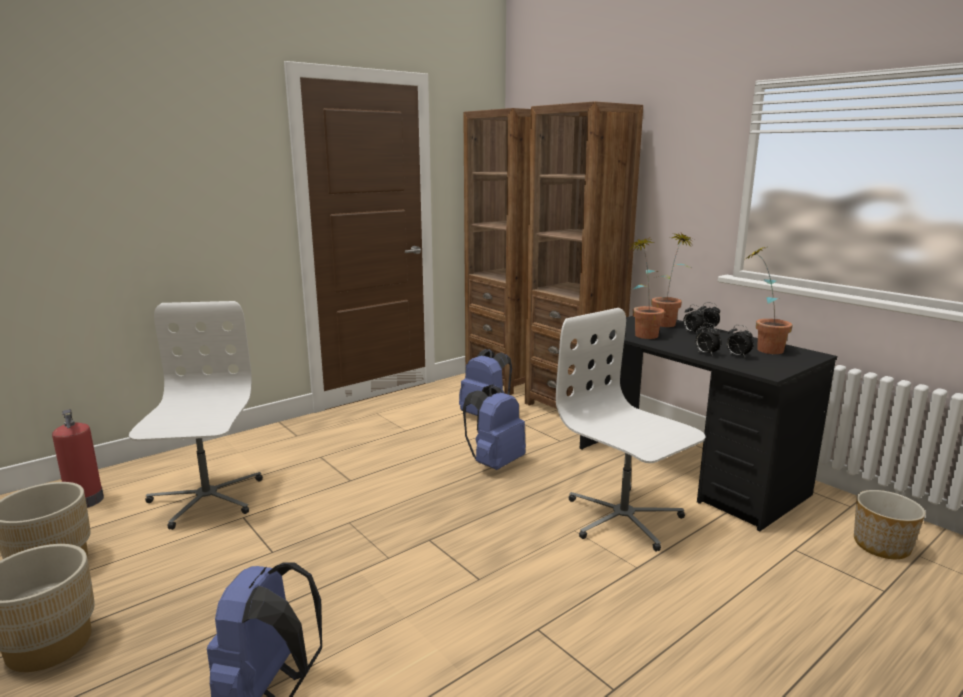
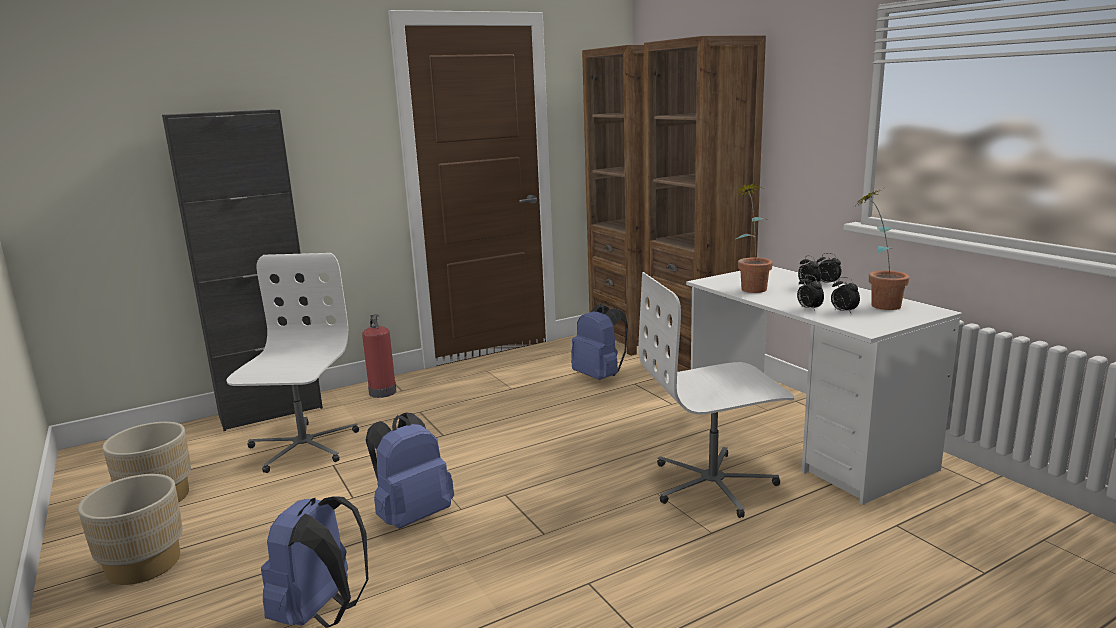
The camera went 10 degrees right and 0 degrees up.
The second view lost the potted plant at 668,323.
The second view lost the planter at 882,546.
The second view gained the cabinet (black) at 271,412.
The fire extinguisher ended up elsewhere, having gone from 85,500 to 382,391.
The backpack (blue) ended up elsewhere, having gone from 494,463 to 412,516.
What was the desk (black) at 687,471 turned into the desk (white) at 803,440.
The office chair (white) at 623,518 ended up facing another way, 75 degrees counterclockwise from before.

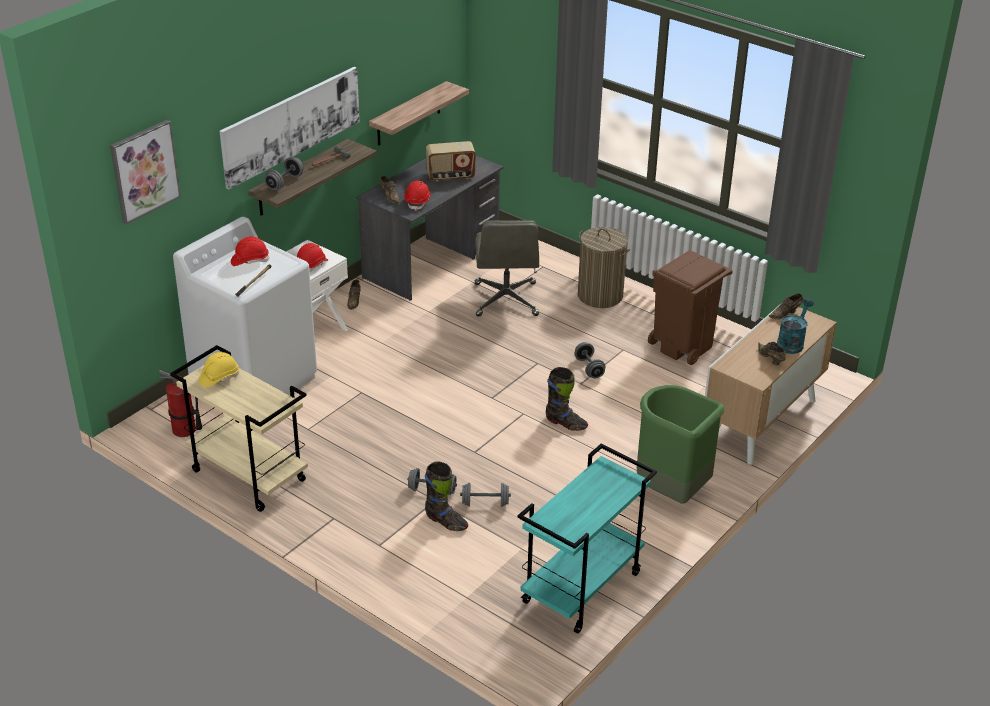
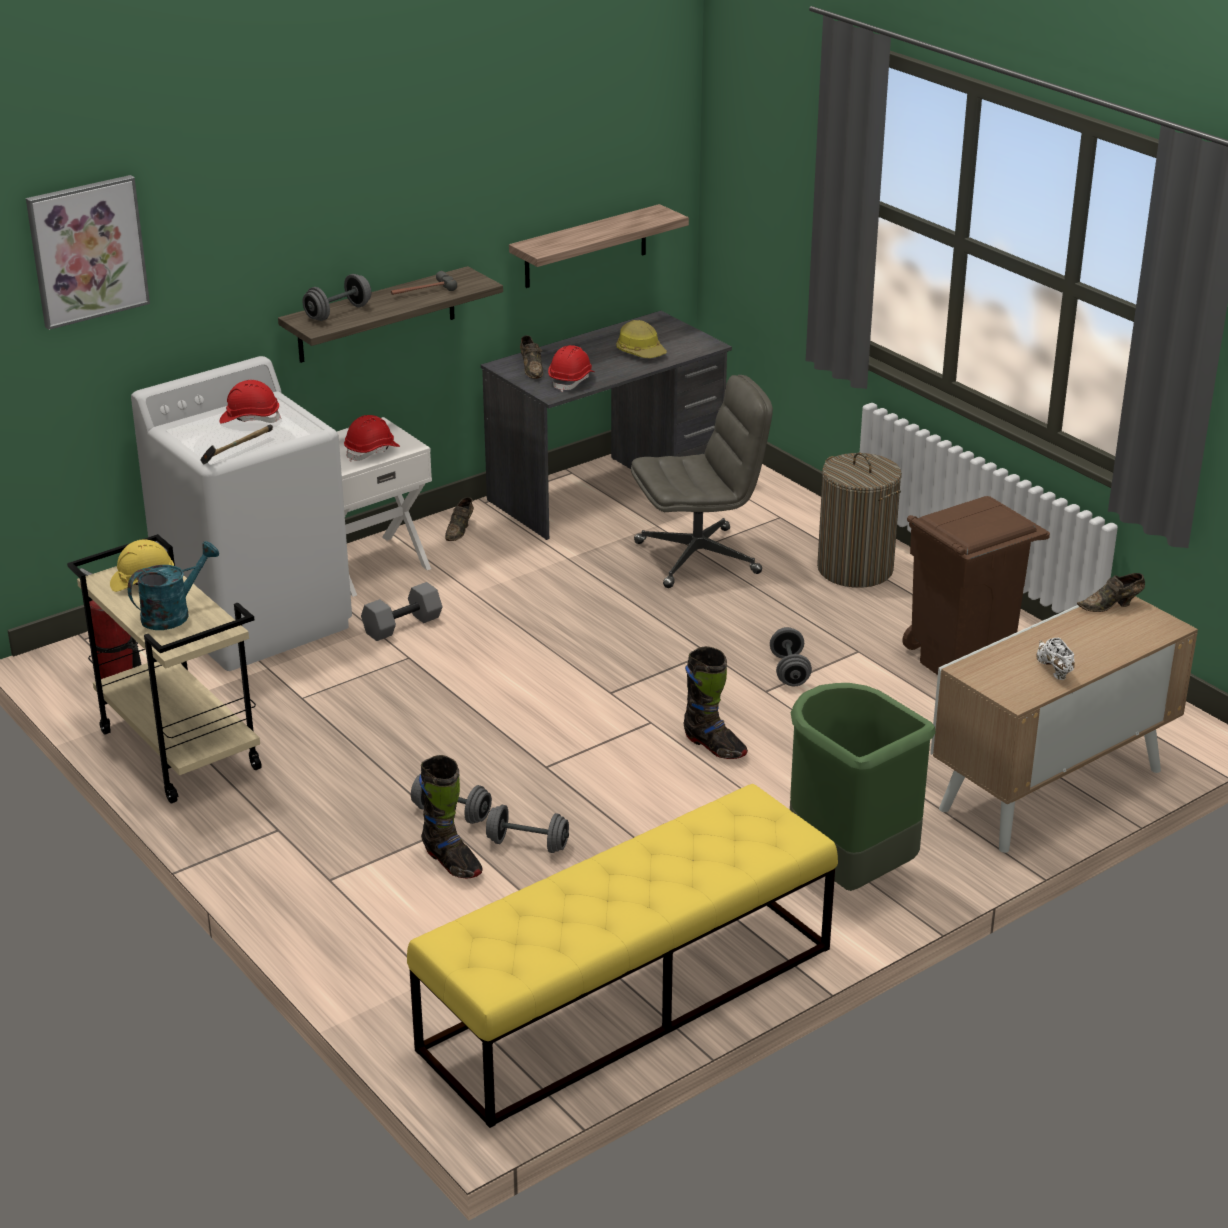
The camera went 15 degrees right and 5 degrees down.
The second view lost the picture at 291,125.
The second view gained the dumbbell (grey) at 402,625.
The watering can (turquoise) ended up elsewhere, having gone from 792,342 to 173,614.
Where the radio stood at 450,176, the hard hat came to stand at 641,351.
Where the cart (turquoise) stood at 582,589, the bench (yellow) came to stand at 627,999.
What was the shoe (brown) at 770,359 turned into the shoe (white) at 1053,669.
The office chair (grey) at 506,300 ended up facing another way, 120 degrees counterclockwise from before.

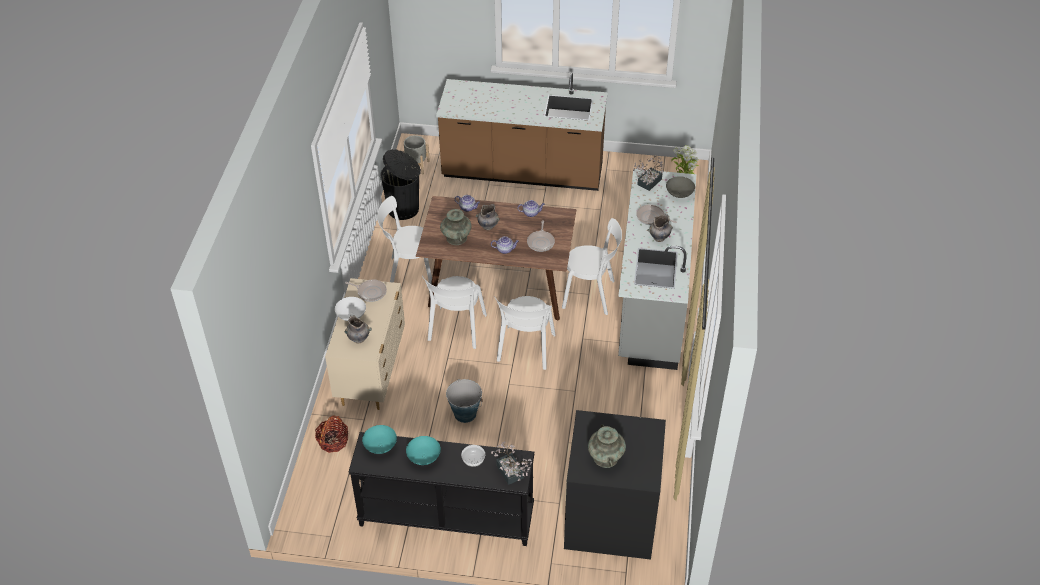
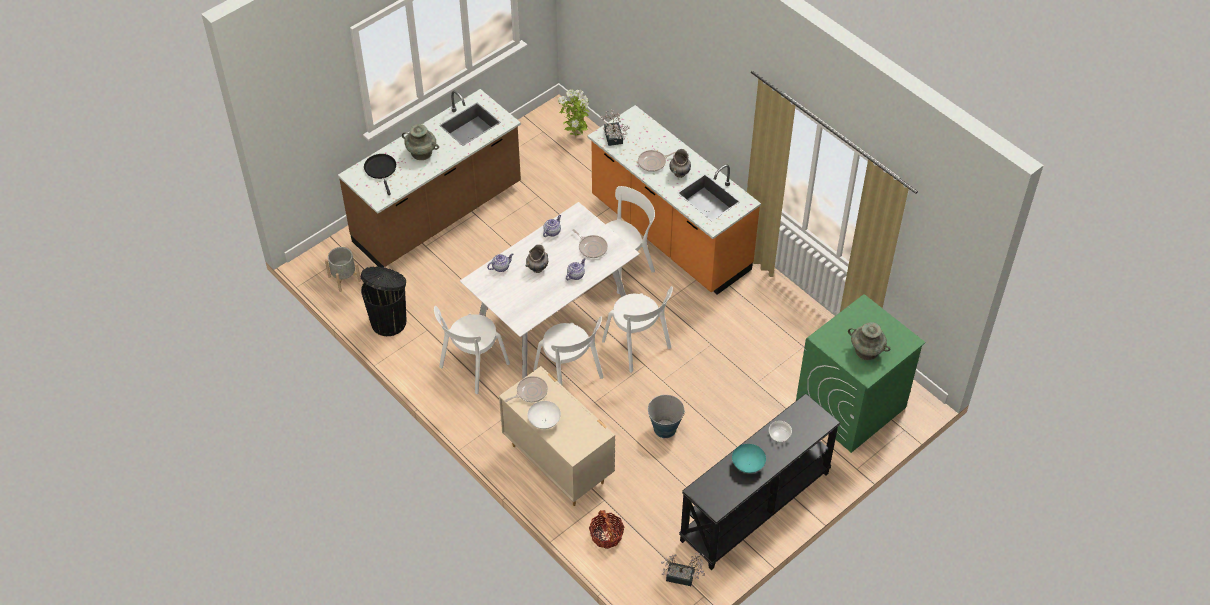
The camera went 50 degrees left and 5 degrees up.
The second view lost the vase (grey) at 359,339.
The second view lost the bowl (turquoise) at 381,446.
The second view lost the bowl (grey) at 679,194.
The second view gained the frying pan (black) at 381,170.
The vase (turquoise) ended up elsewhere, having gone from 456,238 to 421,152.
The potted plant ended up elsewhere, having gone from 511,474 to 683,577.
What was the dining table (brown) at 499,286 turned into the dining table (white) at 552,317.
What was the washing machine (black) at 610,519 turned into the washing machine (green) at 850,407.
What was the counter (grey) at 651,301 turned into the counter (orange) at 669,235.

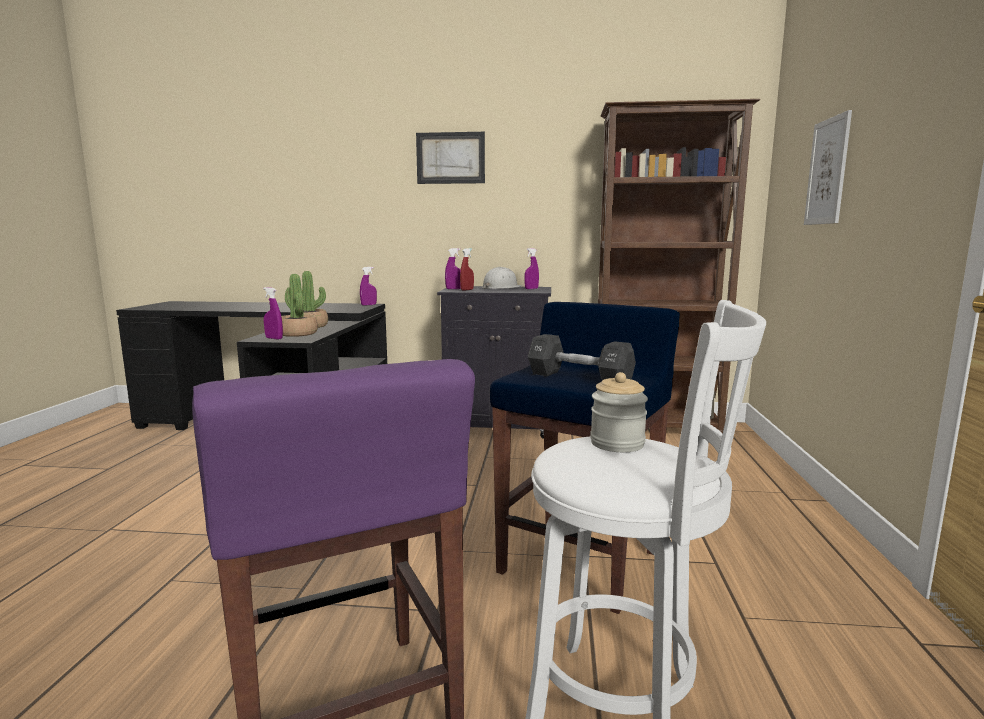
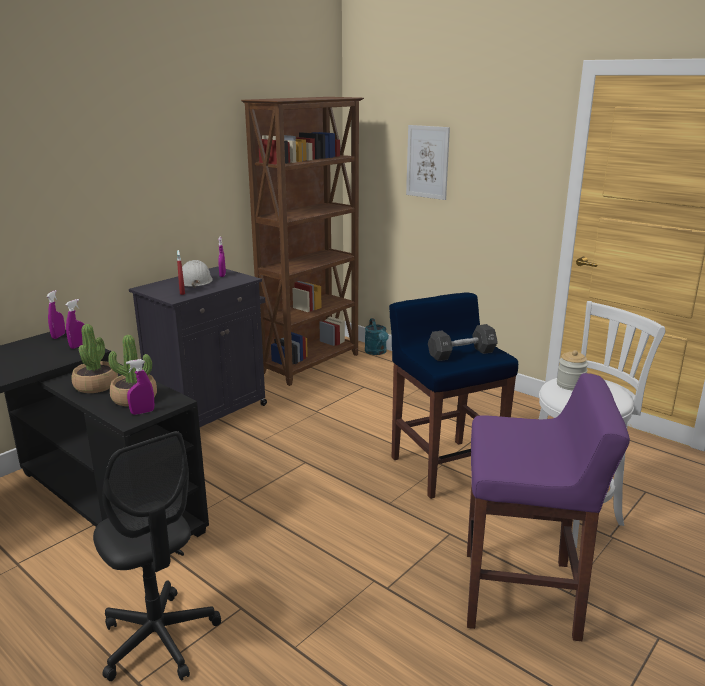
The camera went 55 degrees left and 10 degrees up.
The second view lost the picture at 450,158.
The second view gained the office chair (black) at 159,639.
The second view gained the watering can (turquoise) at 377,352.
The spray bottle (purple) ended up elsewhere, having gone from 454,289 to 79,346.

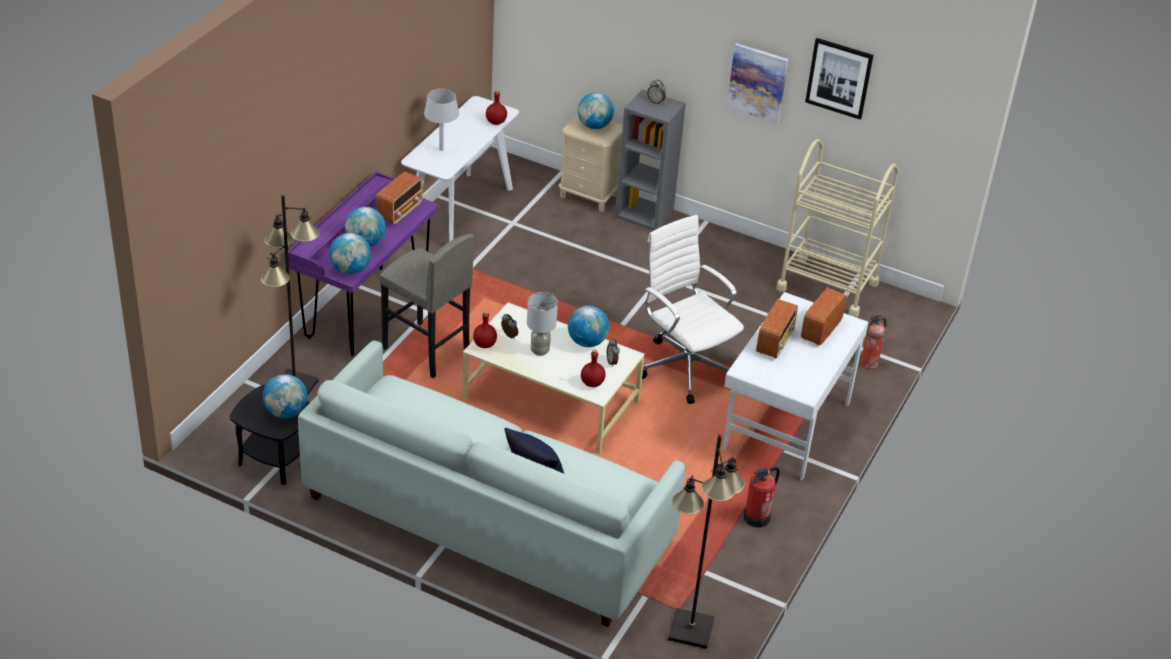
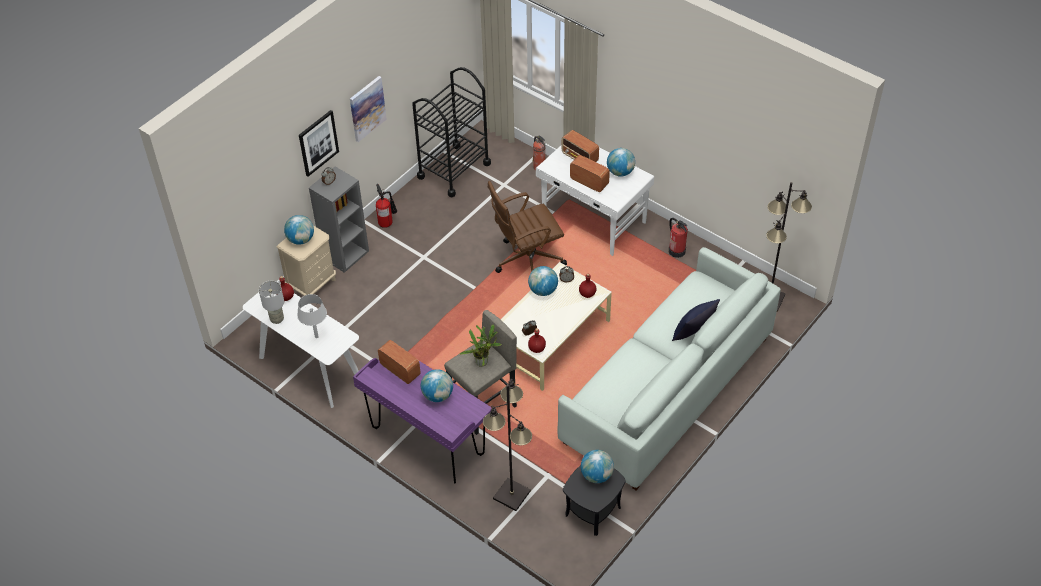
The camera went 75 degrees left and 10 degrees up.
The second view gained the fire extinguisher at 387,222.
The second view gained the potted plant at 483,361.
The globe ended up elsewhere, having gone from 350,270 to 620,172.
The table lamp (grey) ended up elsewhere, having gone from 540,351 to 277,319.
The picture ended up elsewhere, having gone from 839,78 to 318,142.
What was the office chair (white) at 685,367 turned into the office chair (brown) at 527,261.
What was the cart (beige) at 827,286 turned into the cart (black) at 454,170.

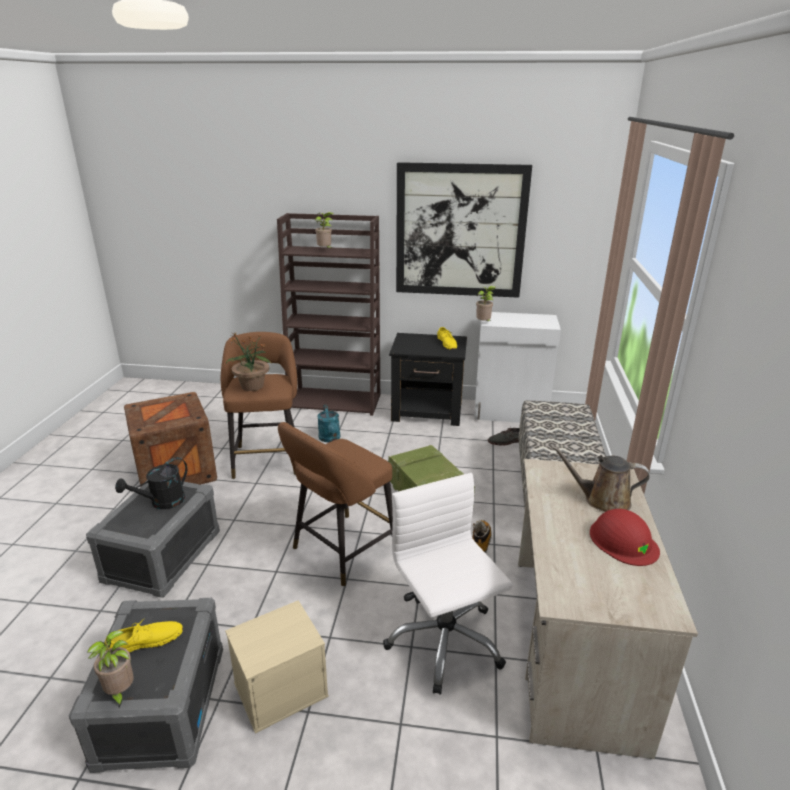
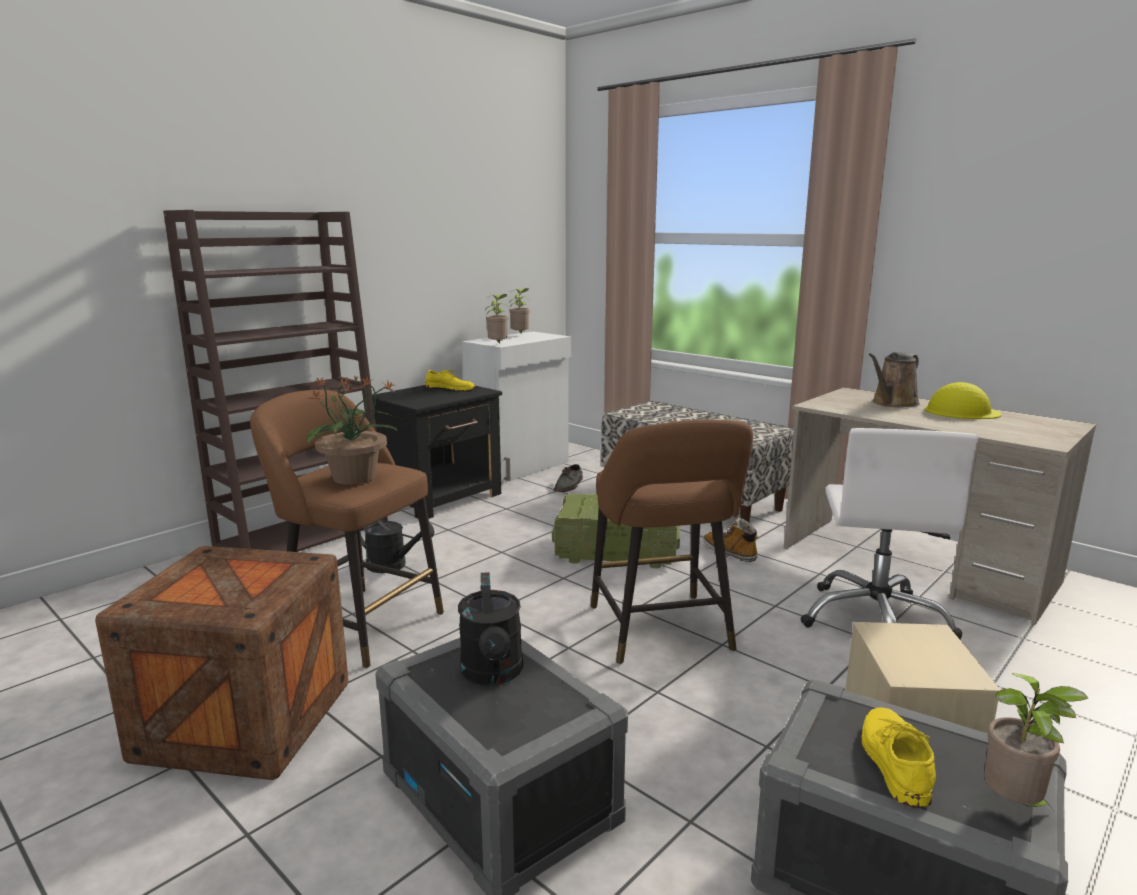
The camera went 55 degrees left and 10 degrees down.
The second view lost the picture at 460,231.
The potted plant ended up elsewhere, having gone from 325,250 to 520,336.
What was the watering can (turquoise) at 330,439 turned into the watering can (black) at 393,566.
What was the hard hat (red) at 623,541 turned into the hard hat (yellow) at 961,412.
The office chair (white) at 444,641 ended up facing another way, 90 degrees counterclockwise from before.

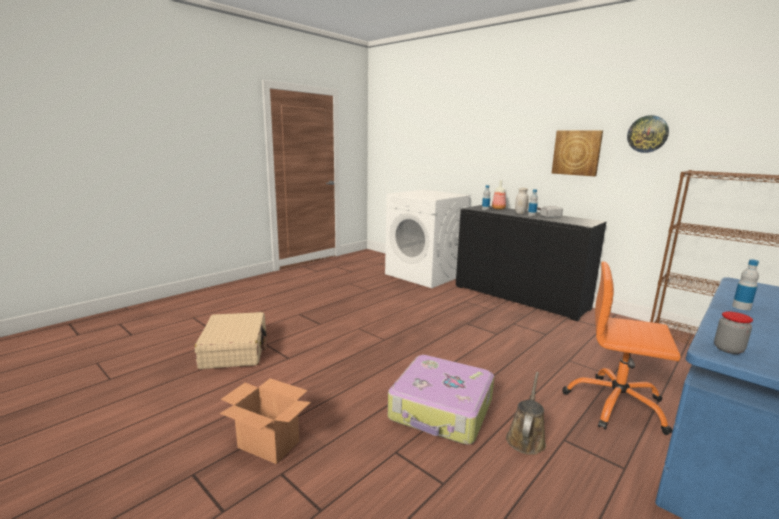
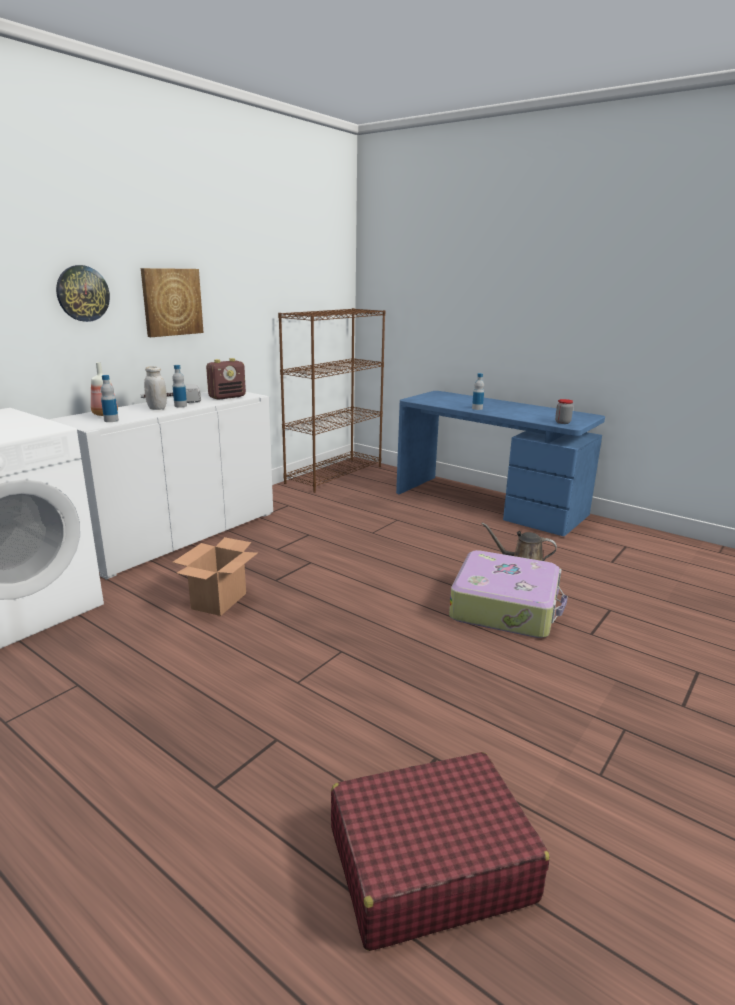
The camera went 95 degrees left and 5 degrees up.
The second view lost the office chair (orange) at 616,405.
The second view gained the radio at 227,397.
The cardboard box ended up elsewhere, having gone from 268,444 to 219,601.
The wall clock ended up elsewhere, having gone from 647,134 to 82,293.
What was the suitcase (beige) at 235,350 turned into the suitcase (red) at 429,863.
What was the cabinet (black) at 519,297 turned into the cabinet (white) at 180,535.

